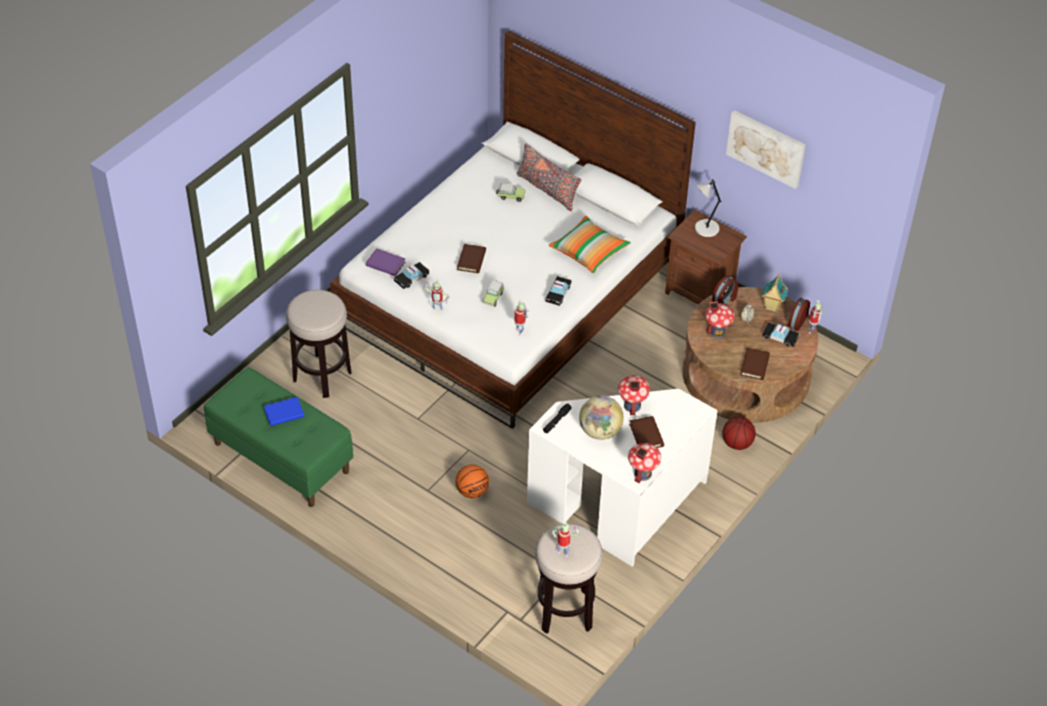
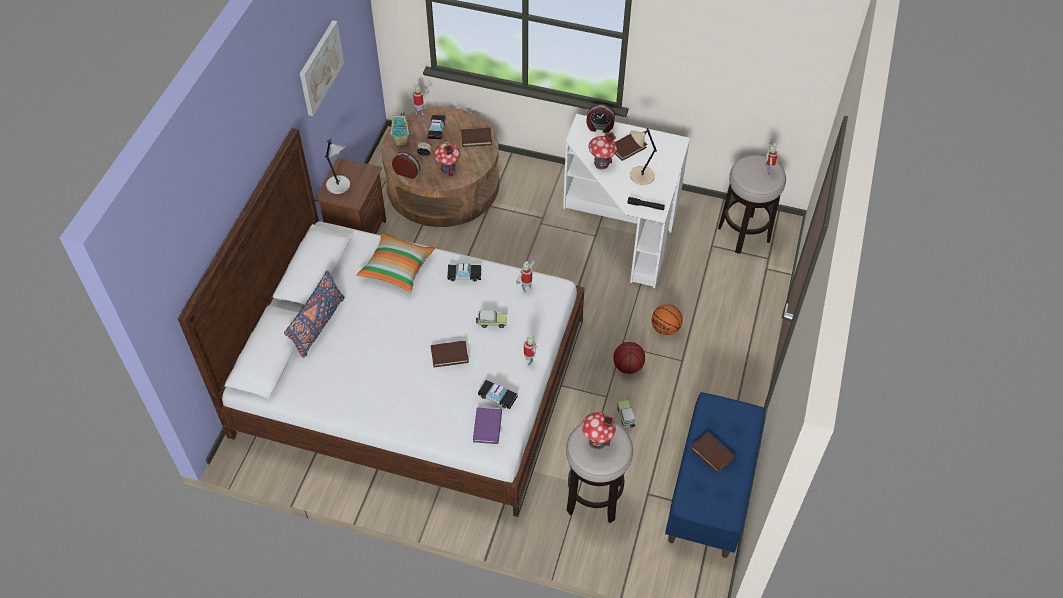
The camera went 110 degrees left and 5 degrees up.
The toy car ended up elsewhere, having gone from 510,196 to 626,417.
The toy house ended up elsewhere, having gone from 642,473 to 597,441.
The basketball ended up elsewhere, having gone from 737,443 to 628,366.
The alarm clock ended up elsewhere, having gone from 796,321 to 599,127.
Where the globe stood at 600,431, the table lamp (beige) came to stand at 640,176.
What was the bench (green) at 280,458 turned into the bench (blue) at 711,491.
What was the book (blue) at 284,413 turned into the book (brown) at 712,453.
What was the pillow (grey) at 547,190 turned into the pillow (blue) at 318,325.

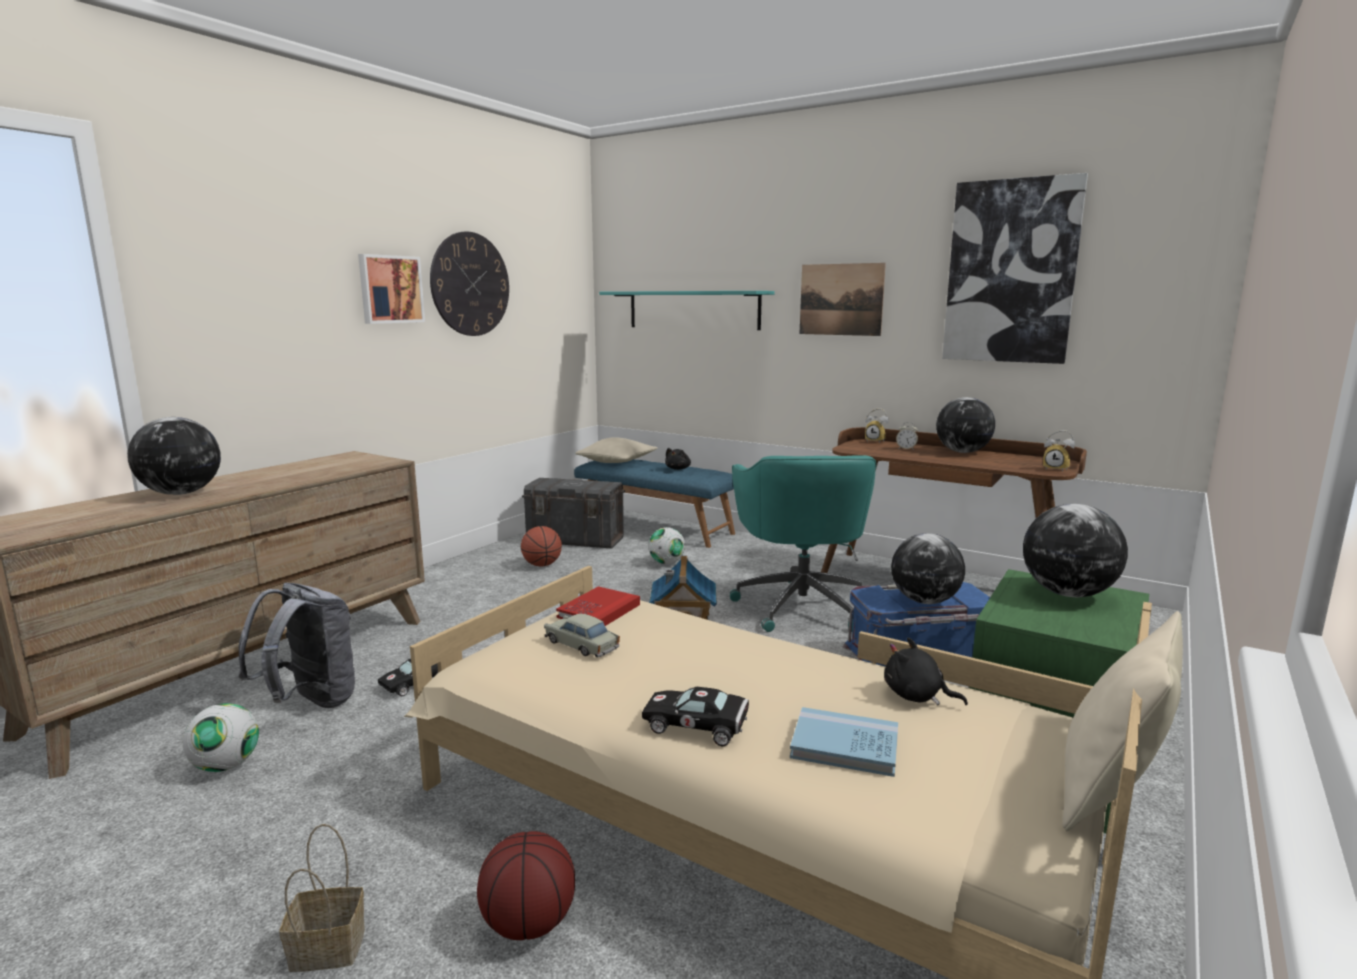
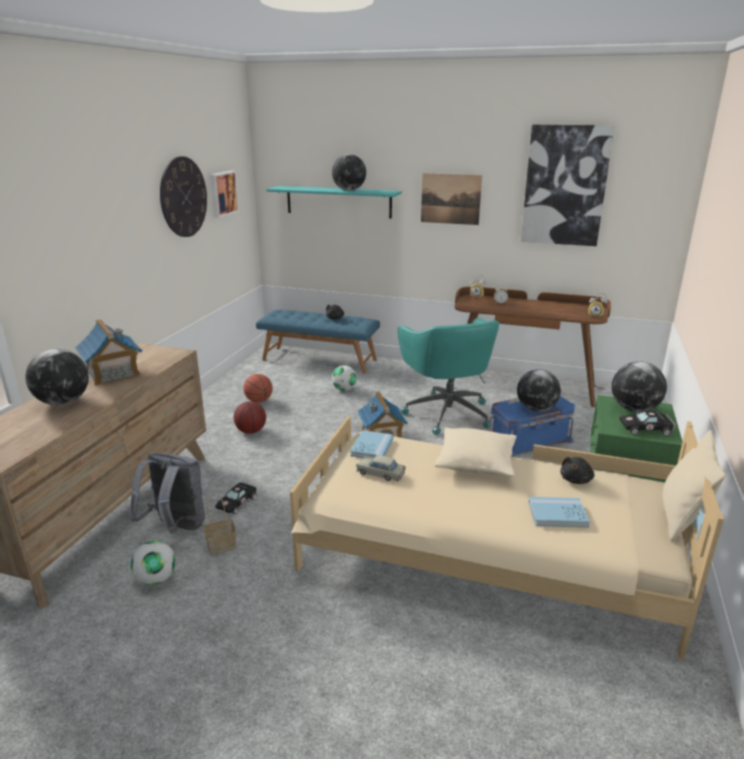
The camera went 15 degrees left and 10 degrees up.
The second view lost the storage box (grey) at 576,540.
The second view gained the toy house at 113,373.
The basket ended up elsewhere, having gone from 325,950 to 220,546.
The picture ended up elsewhere, having gone from 390,289 to 223,193.
The basketball ended up elsewhere, having gone from 529,923 to 251,431.
The pillow (beige) ended up elsewhere, having gone from 617,461 to 476,462.
The toy car (black) ended up elsewhere, having gone from 700,726 to 647,429.
The globe ended up elsewhere, having gone from 962,452 to 349,190.
What was the book (red) at 599,611 turned into the book (blue) at 372,447.
The plush toy (black) at 916,696 ended up facing another way, 75 degrees counterclockwise from before.

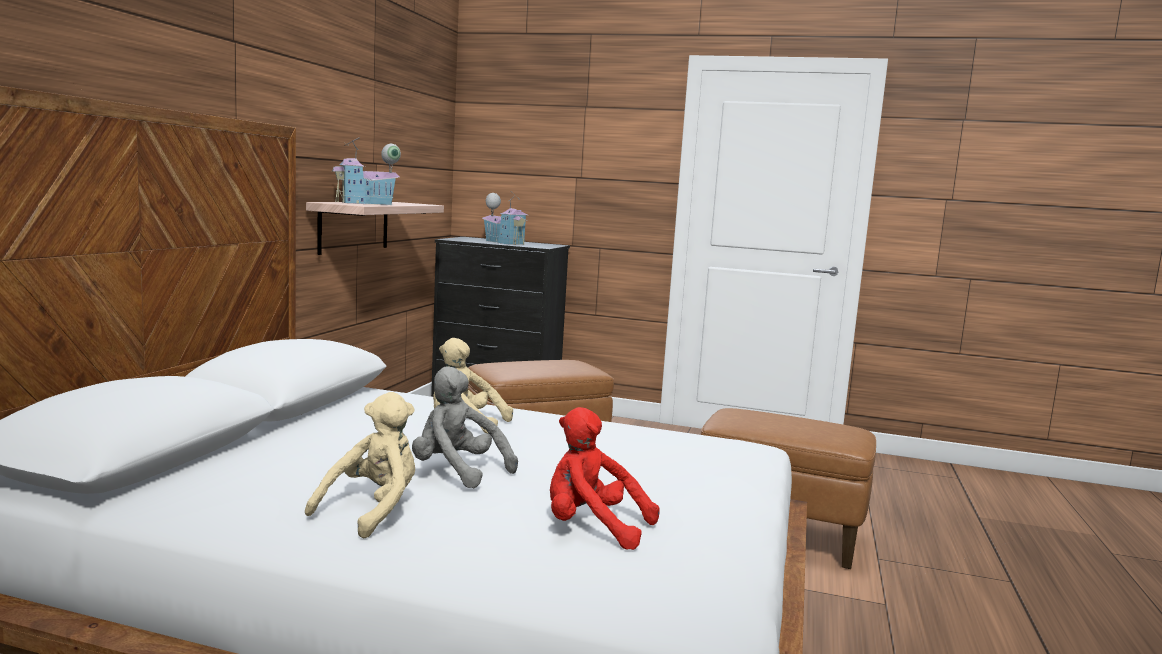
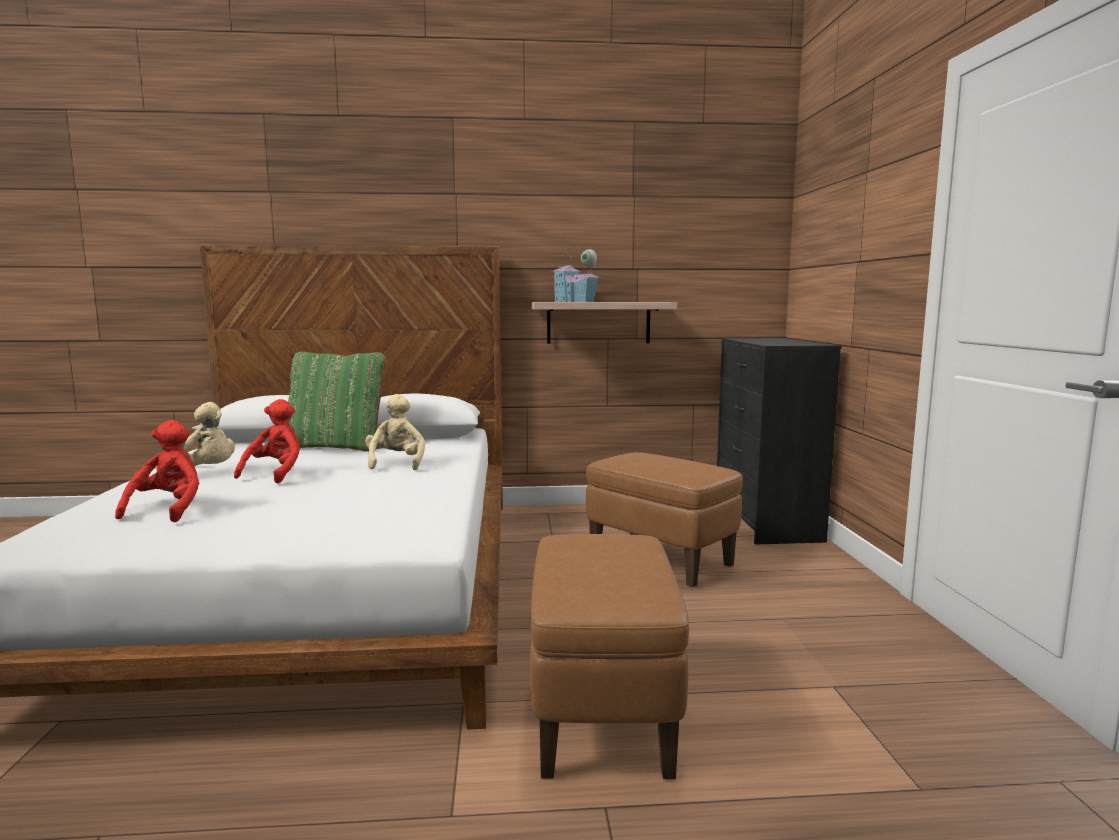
The camera went 70 degrees right and 0 degrees up.
The second view lost the toy house at 504,243.
The second view gained the pillow (green) at 336,446.
What was the plush toy (grey) at 457,471 turned into the plush toy (red) at 276,473.

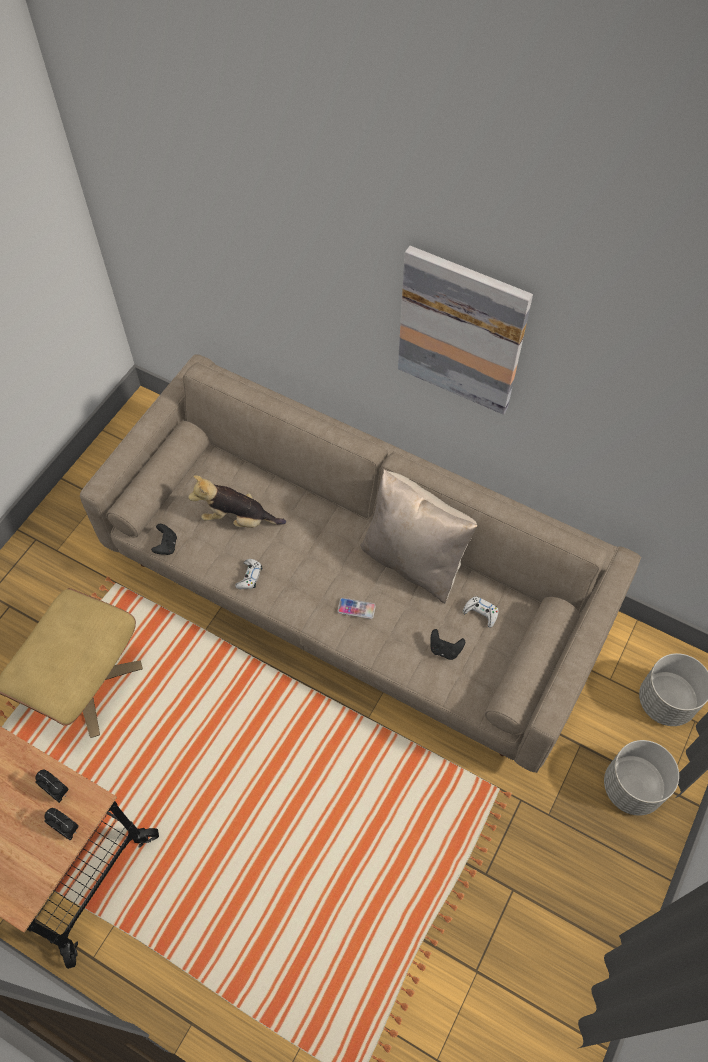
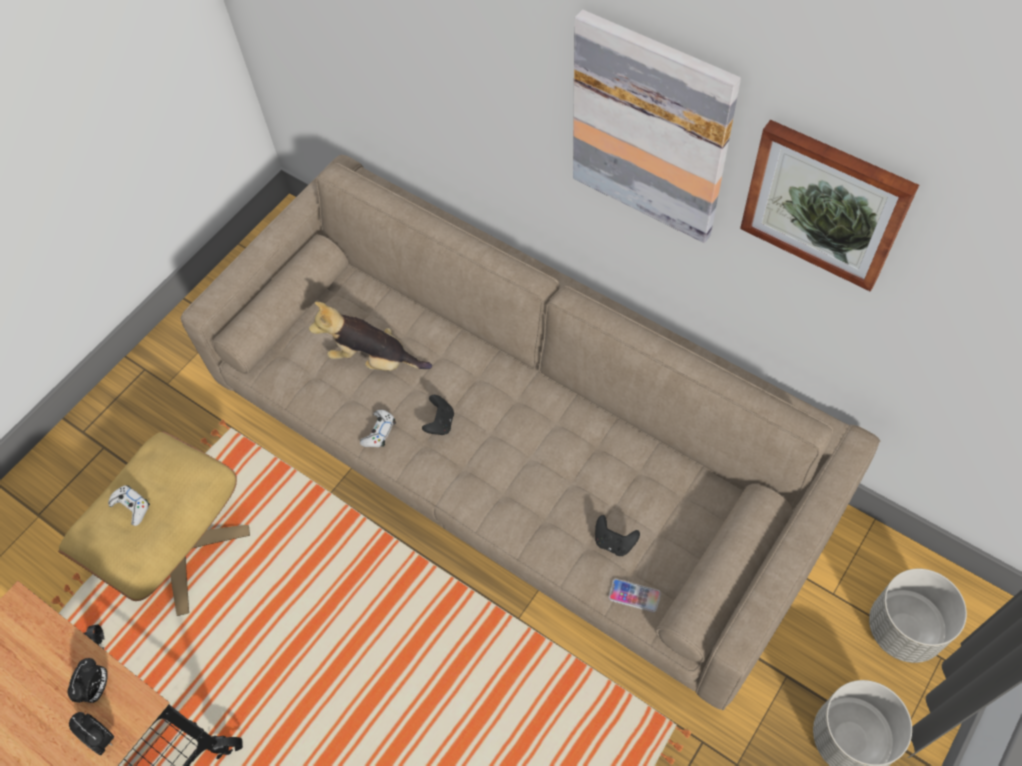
The camera went 10 degrees right and 0 degrees up.
The second view lost the pillow (beige) at 413,560.
The second view gained the picture at 825,203.
The game controller (black) ended up elsewhere, having gone from 166,546 to 440,423.
The phone ended up elsewhere, having gone from 356,608 to 634,595.
The game controller (white) ended up elsewhere, having gone from 481,613 to 131,506.
The alarm clock at 57,791 ended up facing another way, 60 degrees clockwise from before.

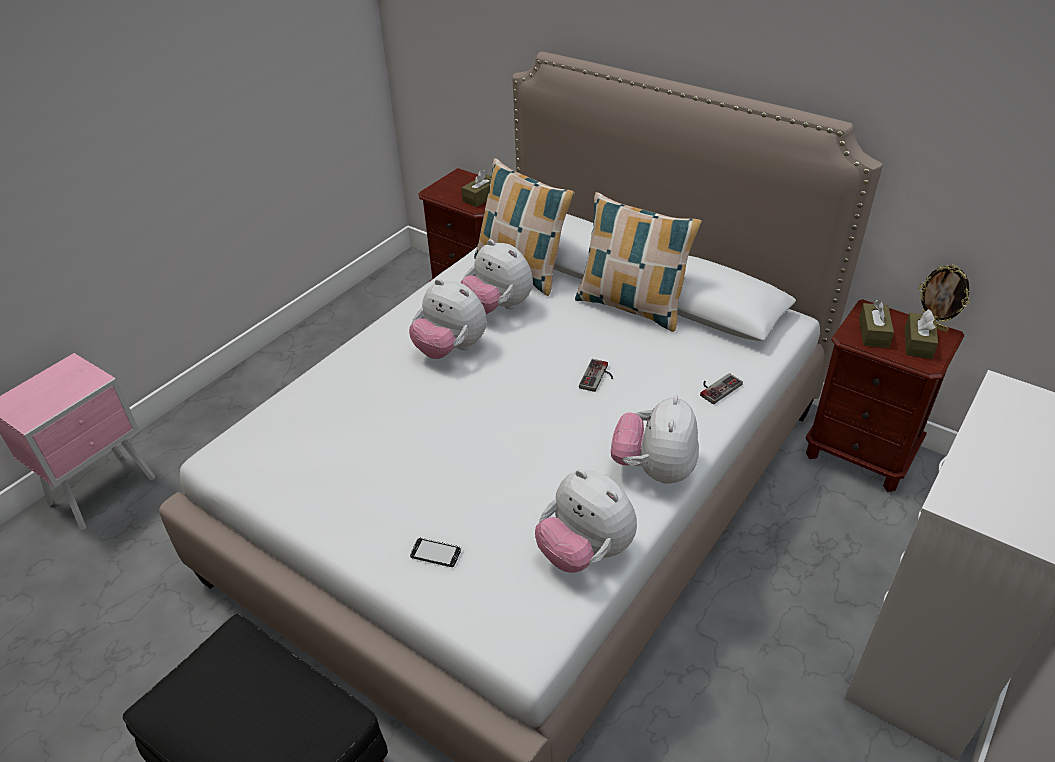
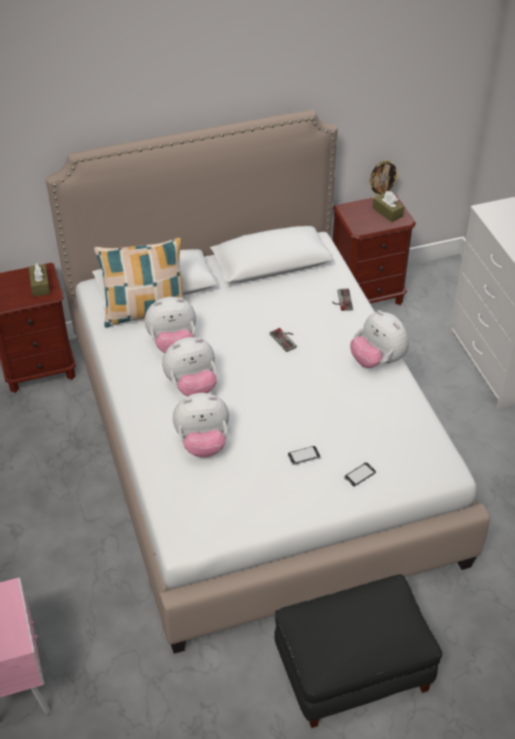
The camera went 55 degrees left and 5 degrees up.
The second view lost the pillow at 631,306.
The second view lost the tissue box (brown) at 873,333.
The second view gained the phone at 304,456.
The plush toy ended up elsewhere, having gone from 585,552 to 203,443.

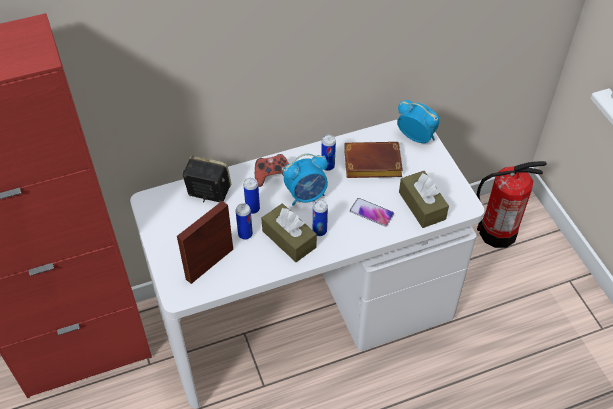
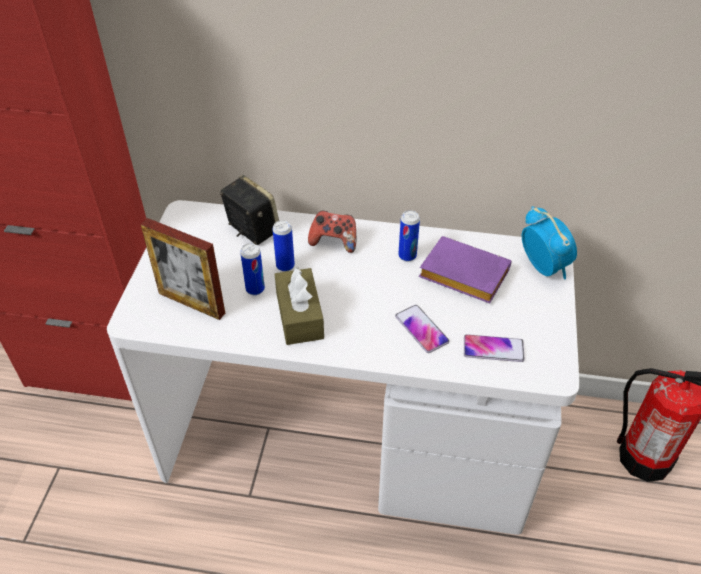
The camera went 30 degrees right and 5 degrees down.
The second view lost the alarm clock at 306,195.
The second view lost the can at 319,231.
Where the tissue box (brown) stood at 422,205, the phone came to stand at 493,349.
What was the book (brown) at 370,165 turned into the book (purple) at 461,275.
The picture frame at 209,264 ended up facing another way, 135 degrees counterclockwise from before.

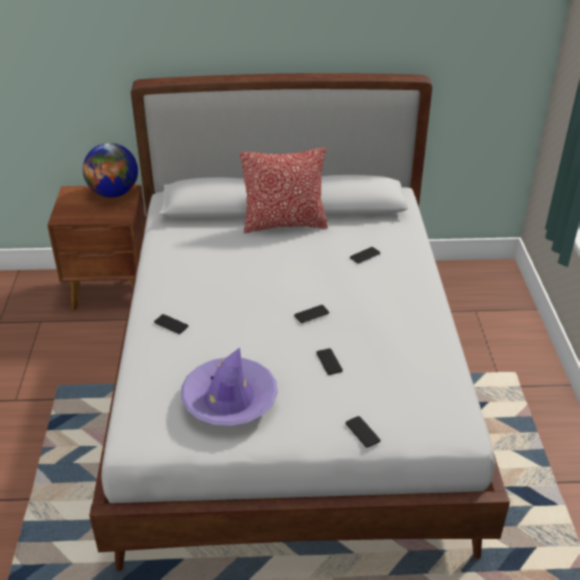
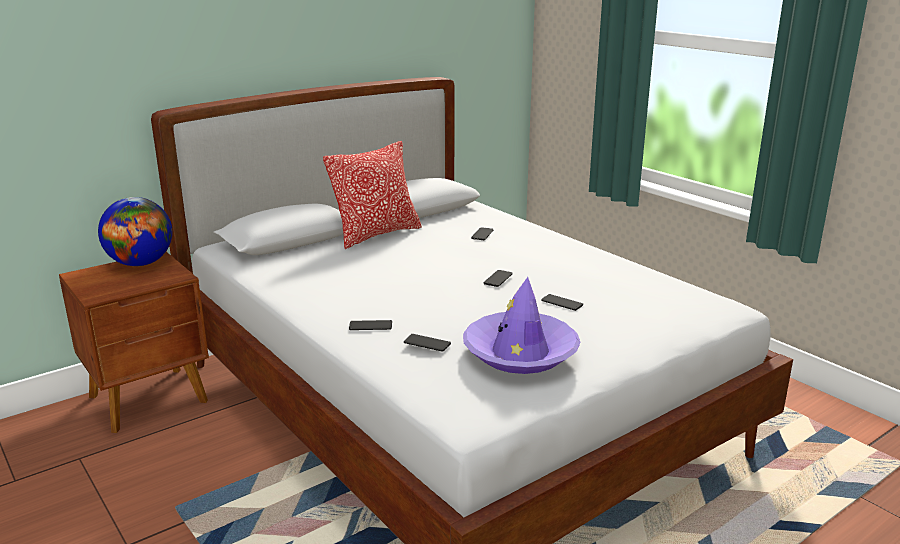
The camera went 35 degrees left and 15 degrees down.
The phone ended up elsewhere, having gone from 362,432 to 427,343.

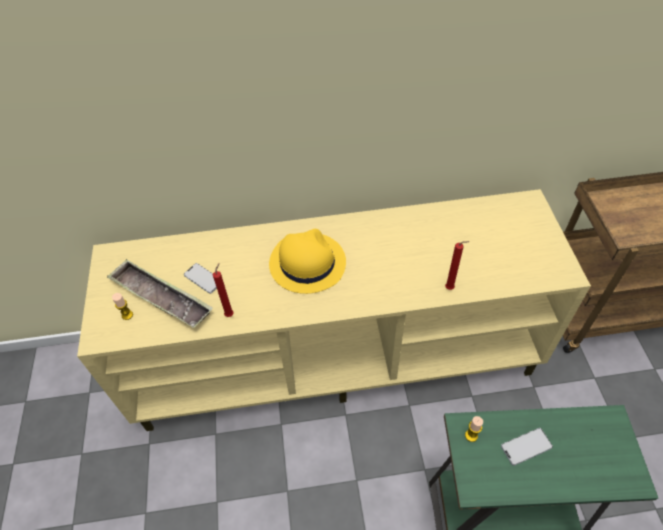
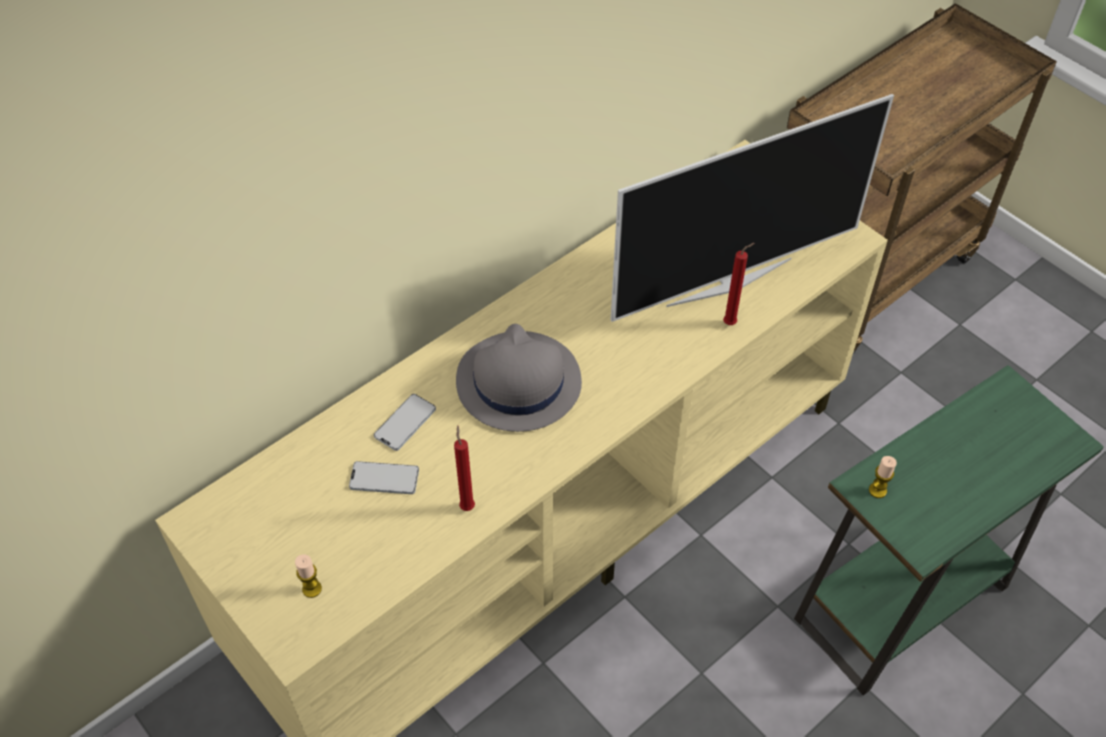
The camera went 35 degrees left and 0 degrees up.
The second view lost the tray at 161,297.
The second view gained the television at 728,281.
The phone ended up elsewhere, having gone from 526,447 to 405,423.
What was the hat (yellow) at 306,263 turned into the hat (grey) at 517,382.

